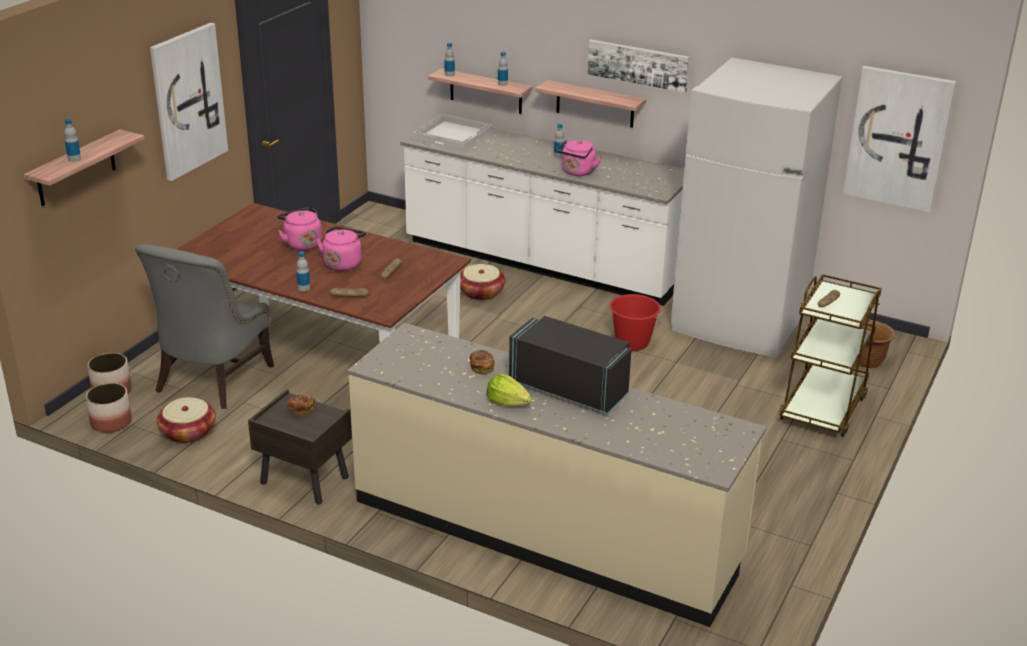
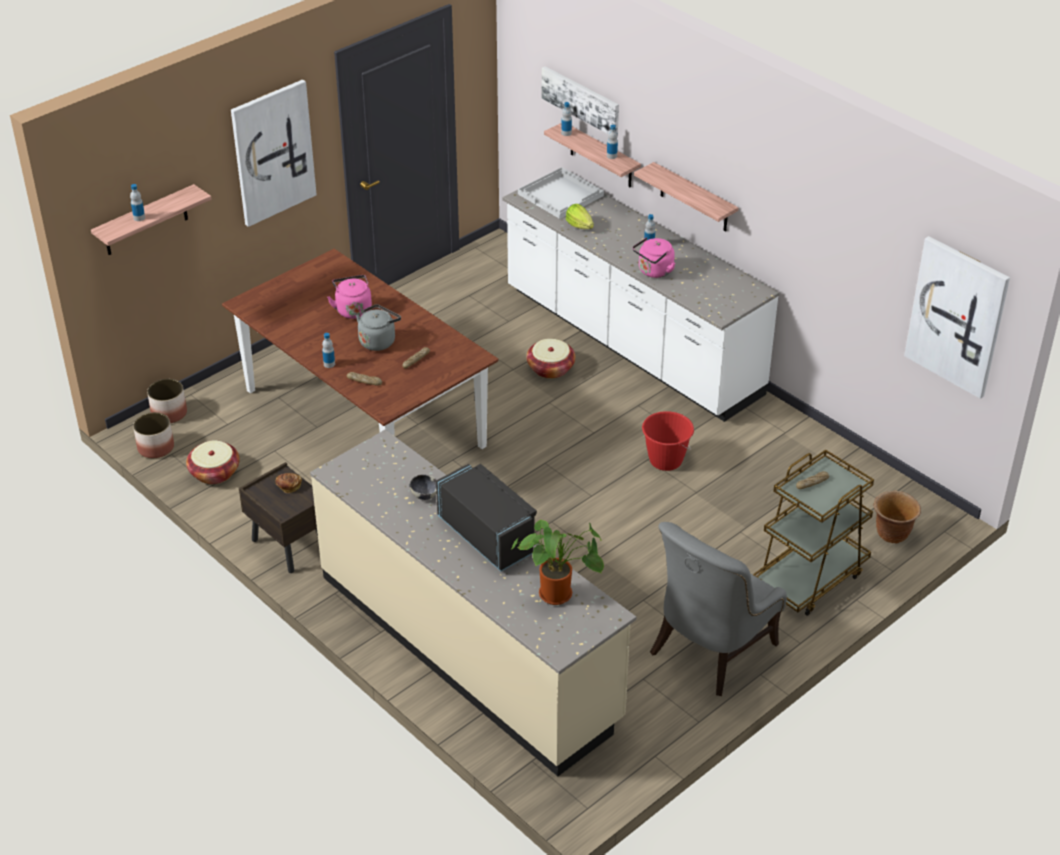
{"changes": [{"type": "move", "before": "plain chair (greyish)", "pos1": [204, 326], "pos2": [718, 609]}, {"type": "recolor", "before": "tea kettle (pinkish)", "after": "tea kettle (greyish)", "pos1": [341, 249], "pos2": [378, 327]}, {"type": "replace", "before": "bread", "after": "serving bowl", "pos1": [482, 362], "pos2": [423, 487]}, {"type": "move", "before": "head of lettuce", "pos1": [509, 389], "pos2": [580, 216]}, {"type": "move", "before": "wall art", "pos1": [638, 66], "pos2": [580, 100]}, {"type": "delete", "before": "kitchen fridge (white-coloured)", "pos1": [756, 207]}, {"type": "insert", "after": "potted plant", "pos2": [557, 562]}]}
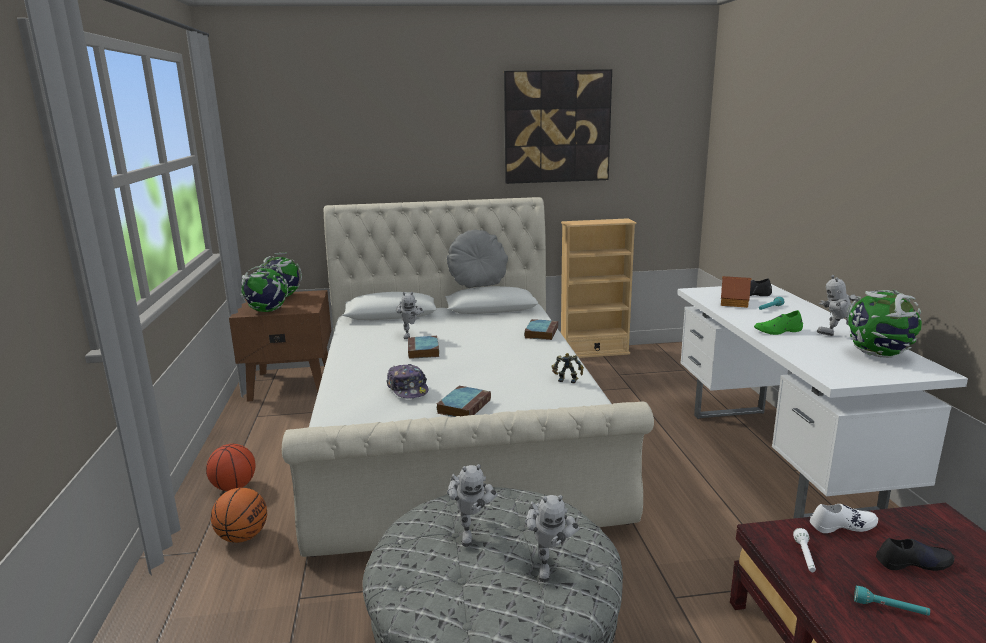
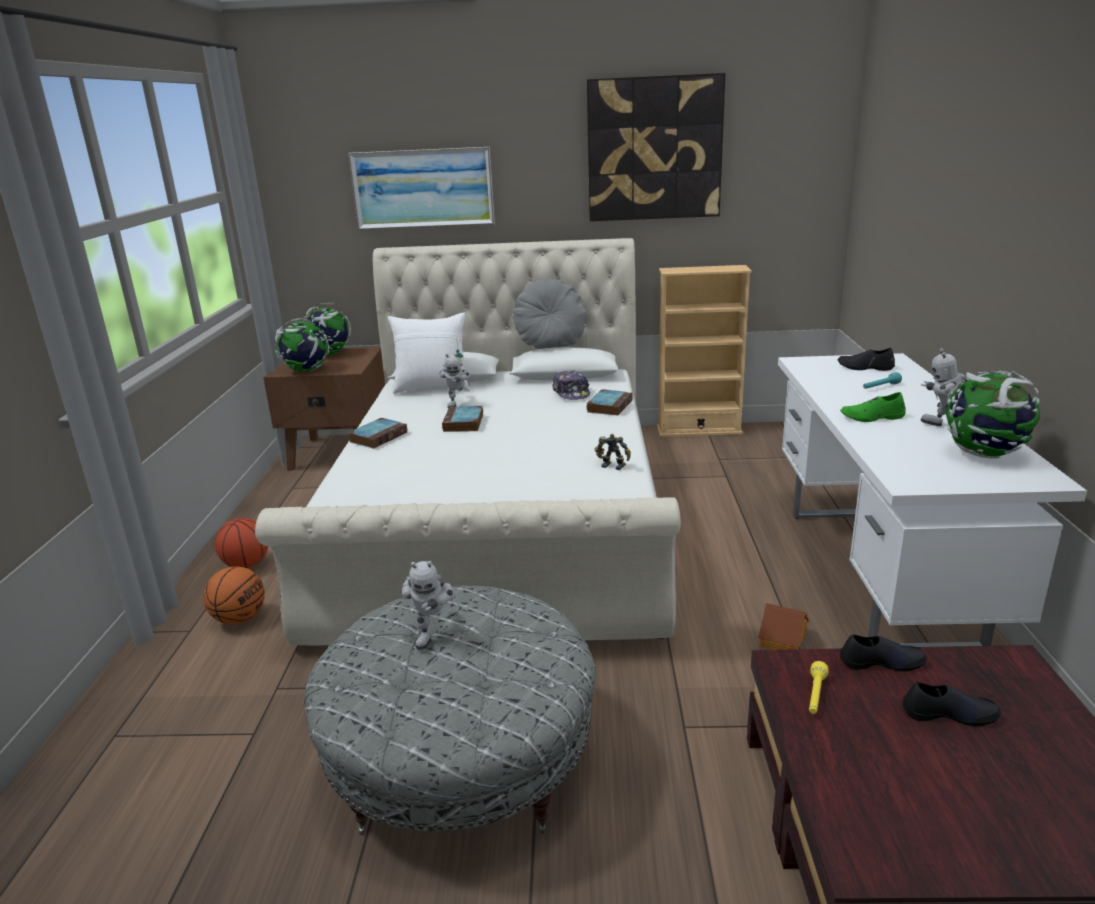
{"changes": [{"type": "move", "before": "peaked cap", "pos1": [407, 381], "pos2": [571, 385]}, {"type": "move", "before": "book", "pos1": [464, 401], "pos2": [377, 433]}, {"type": "delete", "before": "toy robot", "pos1": [552, 538]}, {"type": "move", "before": "miniature house", "pos1": [736, 292], "pos2": [783, 626]}, {"type": "recolor", "before": "torch (white-coloured)", "after": "torch (yellow)", "pos1": [804, 550], "pos2": [819, 687]}, {"type": "recolor", "before": "low shoe (white-coloured)", "after": "low shoe (black)", "pos1": [844, 518], "pos2": [883, 653]}, {"type": "delete", "before": "torch (turquoise-coloured)", "pos1": [892, 600]}, {"type": "insert", "after": "wall art", "pos2": [421, 188]}, {"type": "insert", "after": "throw pillow (white-coloured)", "pos2": [429, 353]}]}
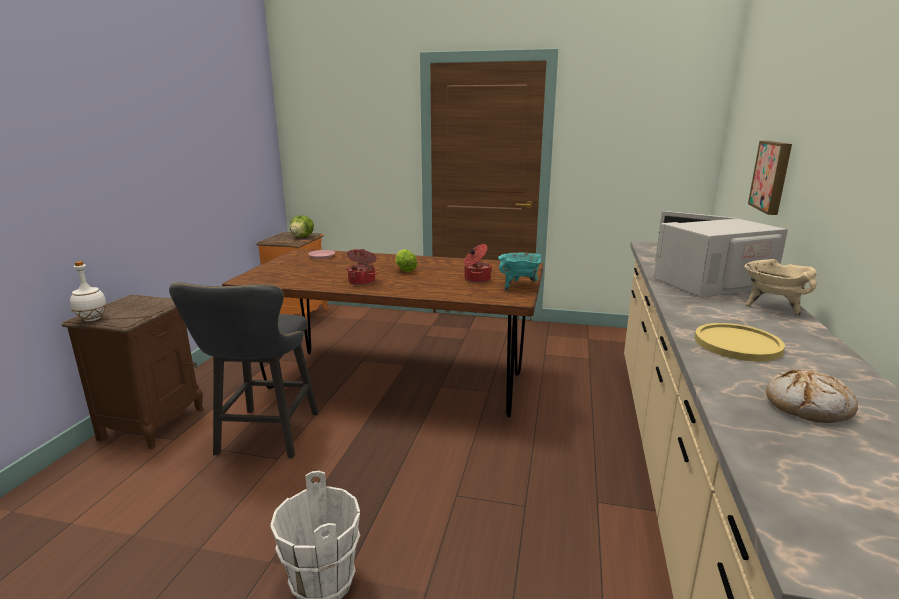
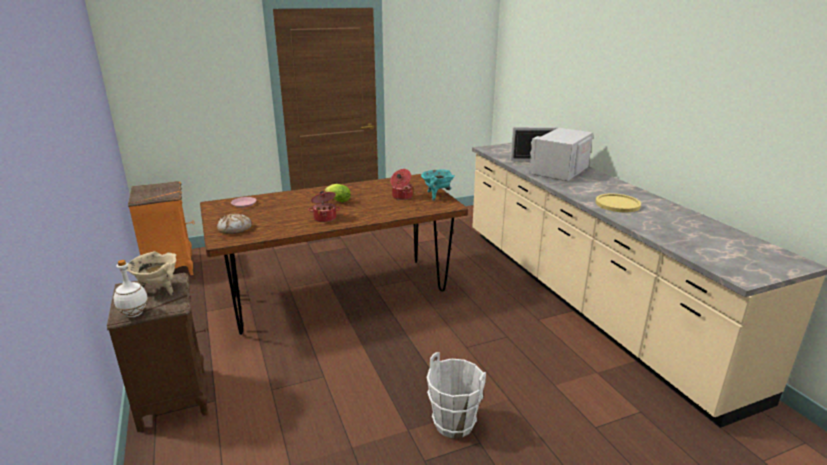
{"changes": [{"type": "delete", "before": "stool seat (greyish)", "pos1": [244, 370]}, {"type": "delete", "before": "head of lettuce", "pos1": [302, 226]}, {"type": "move", "before": "saucepot (beige-coloured)", "pos1": [780, 287], "pos2": [151, 273]}, {"type": "delete", "before": "wall art", "pos1": [770, 178]}, {"type": "move", "before": "bread", "pos1": [812, 396], "pos2": [234, 223]}]}
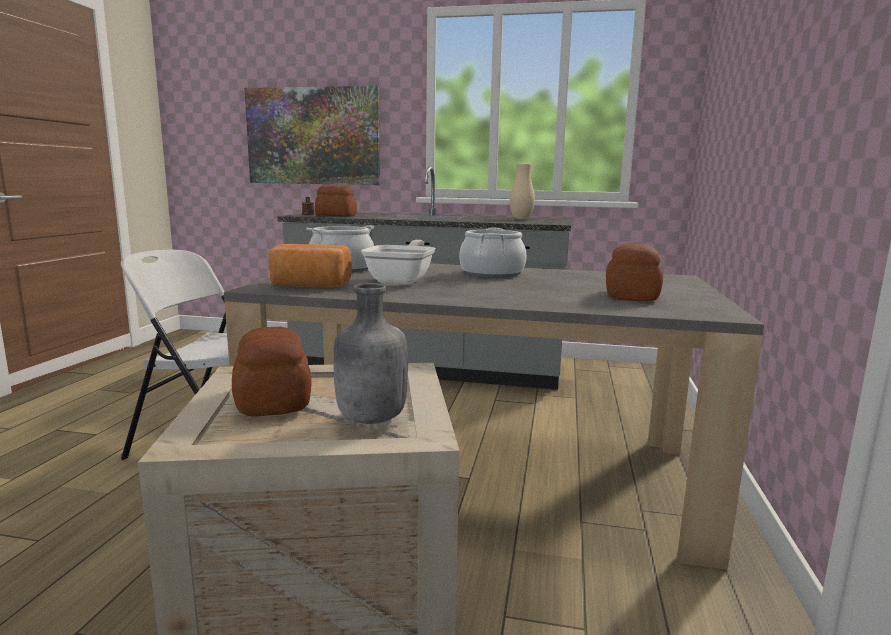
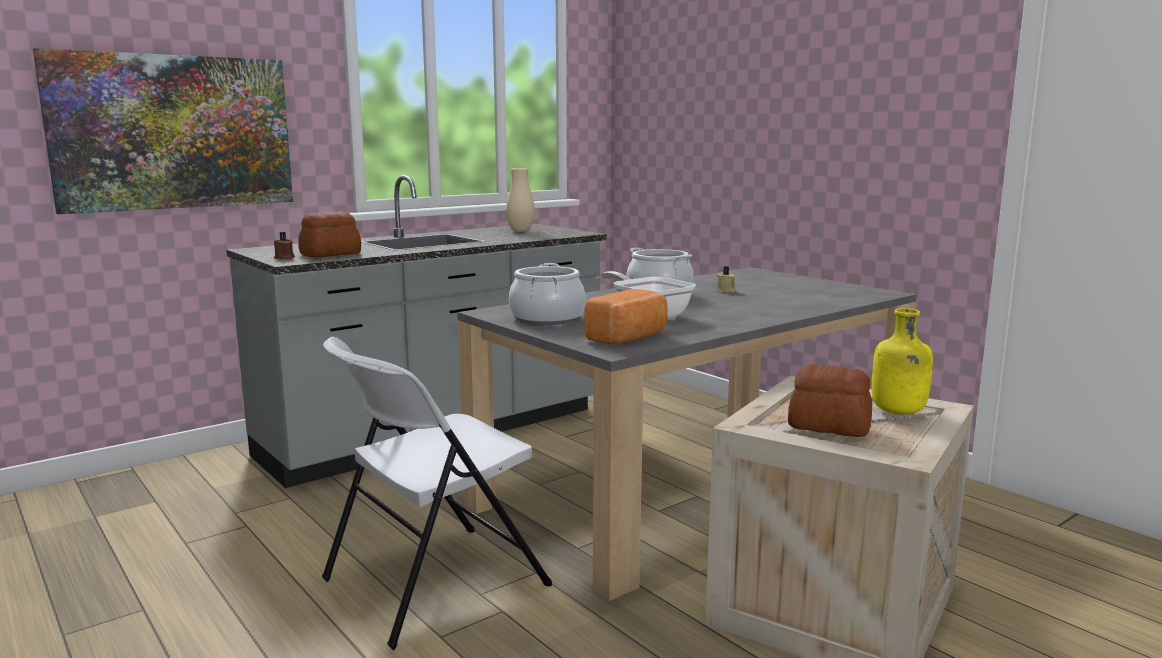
{"changes": [{"type": "recolor", "before": "beverage bottle (greyish)", "after": "beverage bottle (yellow)", "pos1": [370, 353], "pos2": [902, 361]}, {"type": "delete", "before": "bread", "pos1": [634, 272]}, {"type": "insert", "after": "wax candle (beige-coloured)", "pos2": [726, 279]}]}
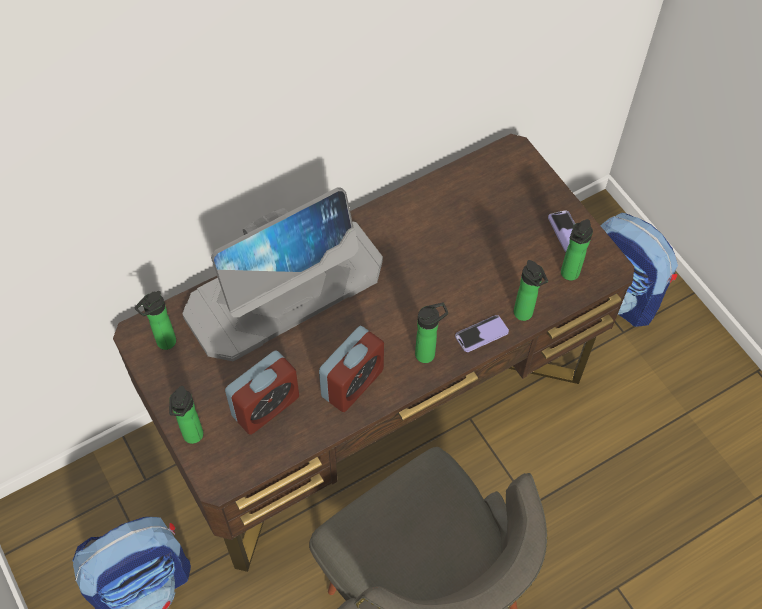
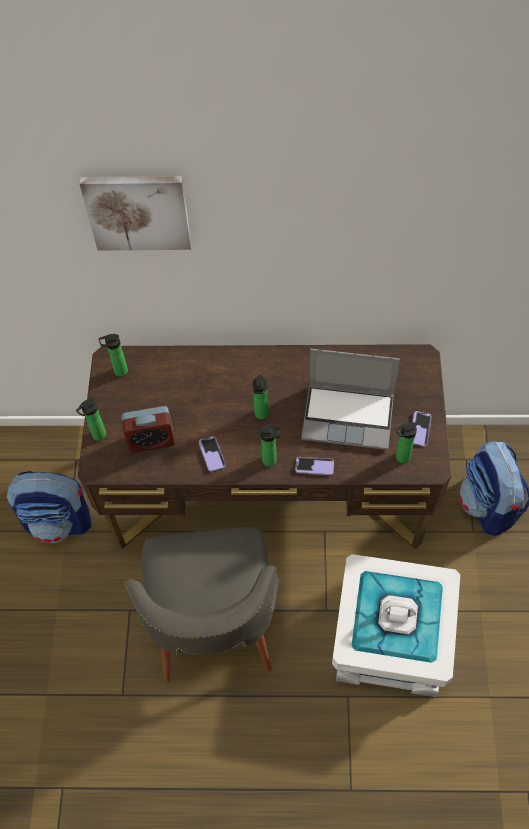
{"changes": [{"type": "delete", "before": "computer screen", "pos1": [282, 274]}, {"type": "replace", "before": "table clock", "after": "phone", "pos1": [351, 369], "pos2": [212, 454]}, {"type": "move", "before": "beverage bottle", "pos1": [531, 290], "pos2": [260, 396]}, {"type": "insert", "after": "wall art", "pos2": [135, 213]}, {"type": "insert", "after": "portable computer", "pos2": [350, 399]}, {"type": "insert", "after": "storage container (white-coloured)", "pos2": [396, 625]}]}
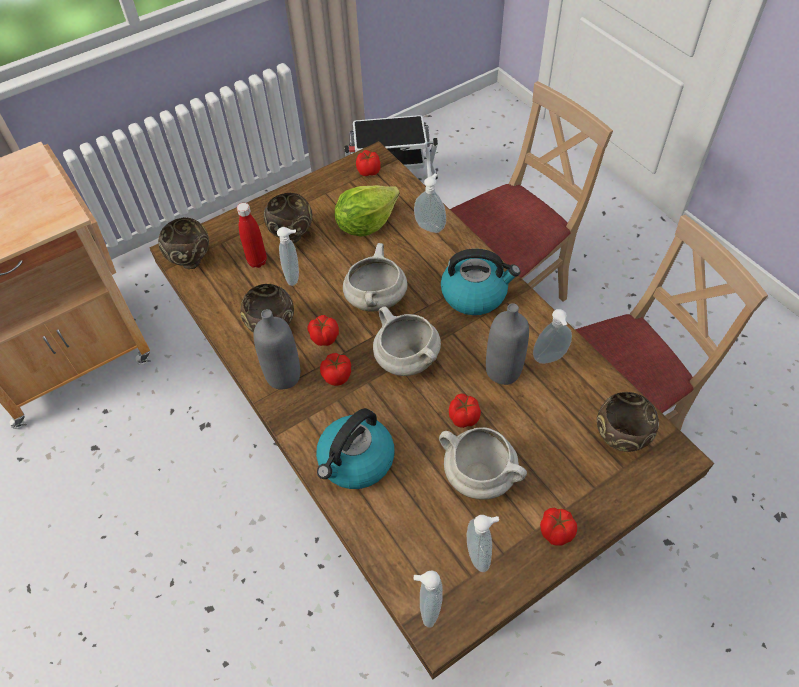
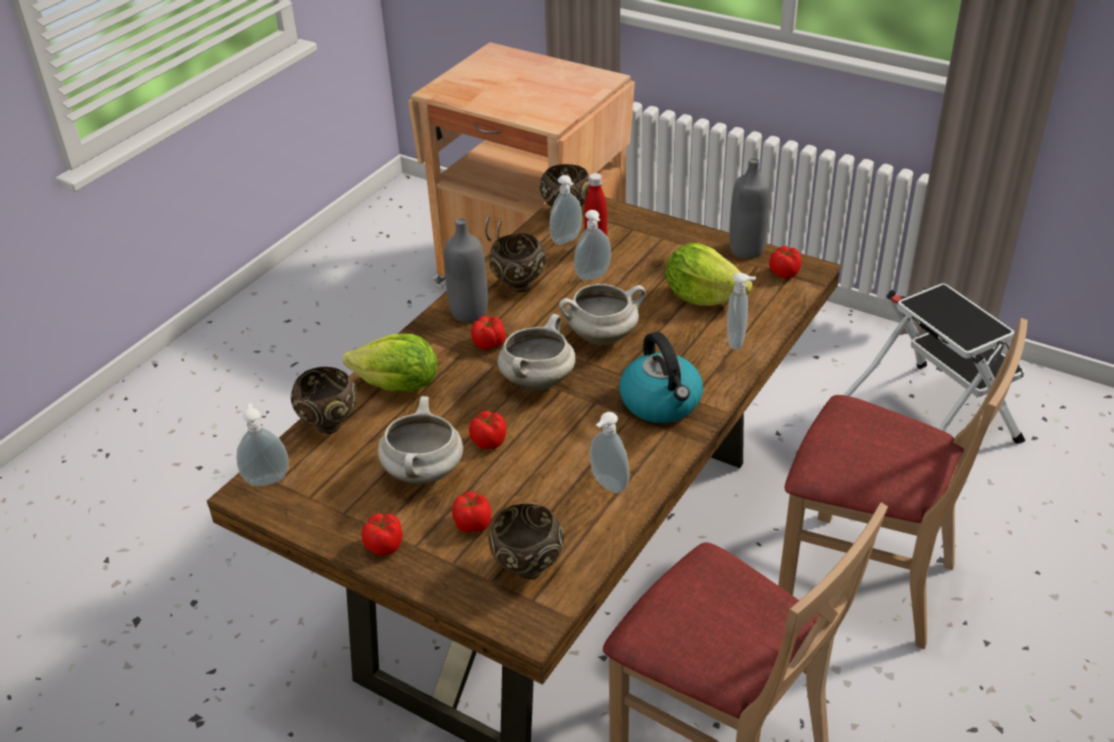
{"changes": [{"type": "move", "before": "serving bowl (brown-coloured)", "pos1": [288, 218], "pos2": [324, 400]}, {"type": "move", "before": "fresh tomato", "pos1": [323, 330], "pos2": [471, 512]}, {"type": "replace", "before": "tea kettle", "after": "head of lettuce", "pos1": [355, 448], "pos2": [390, 363]}, {"type": "move", "before": "soap dispenser", "pos1": [483, 543], "pos2": [565, 210]}, {"type": "move", "before": "beverage bottle (greyish)", "pos1": [507, 344], "pos2": [749, 208]}]}
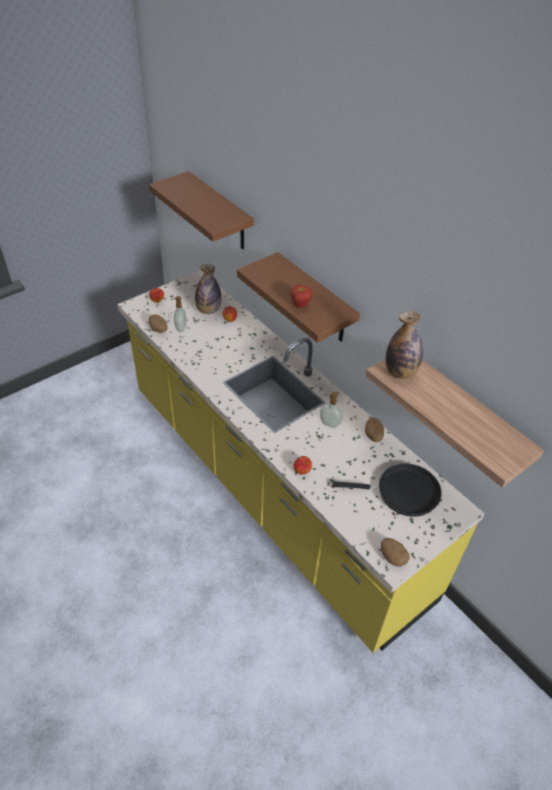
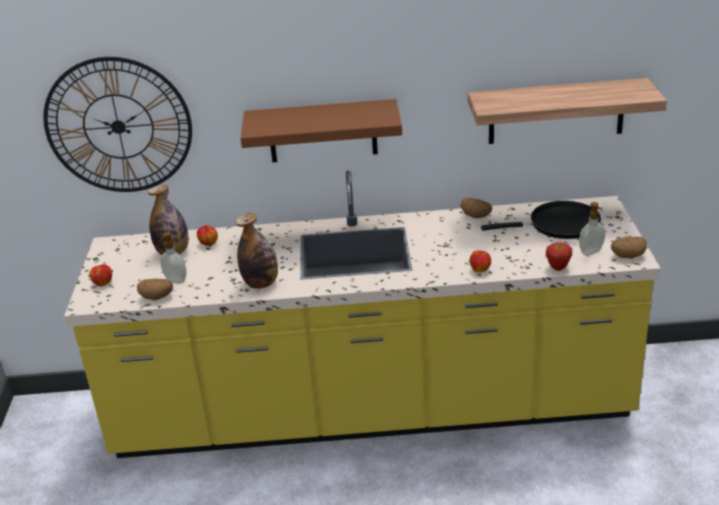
{"changes": [{"type": "replace", "before": "wall shelf (brown-coloured)", "after": "wall clock", "pos1": [201, 210], "pos2": [117, 124]}, {"type": "move", "before": "whole apple", "pos1": [301, 296], "pos2": [559, 257]}, {"type": "move", "before": "soap dispenser", "pos1": [331, 410], "pos2": [592, 229]}, {"type": "rotate", "before": "pan (black)", "pos1": [387, 490], "pos2": [541, 220], "turn": 45}, {"type": "move", "before": "beverage bottle", "pos1": [404, 345], "pos2": [257, 251]}]}
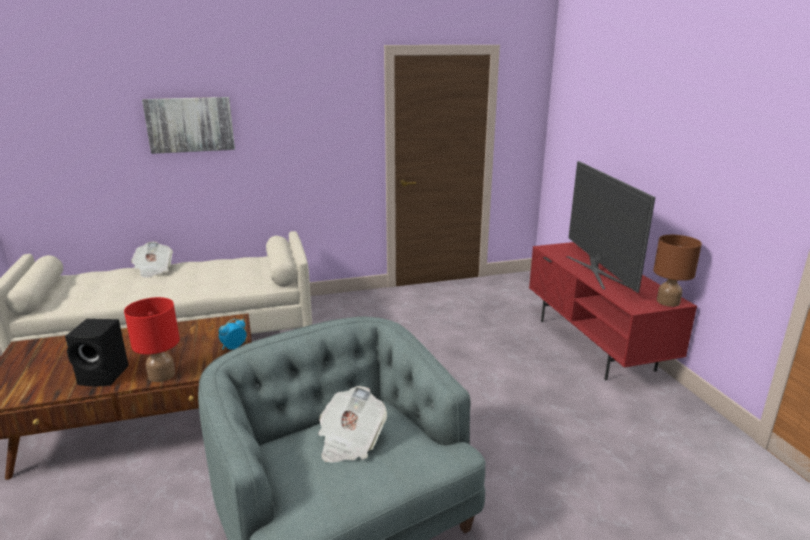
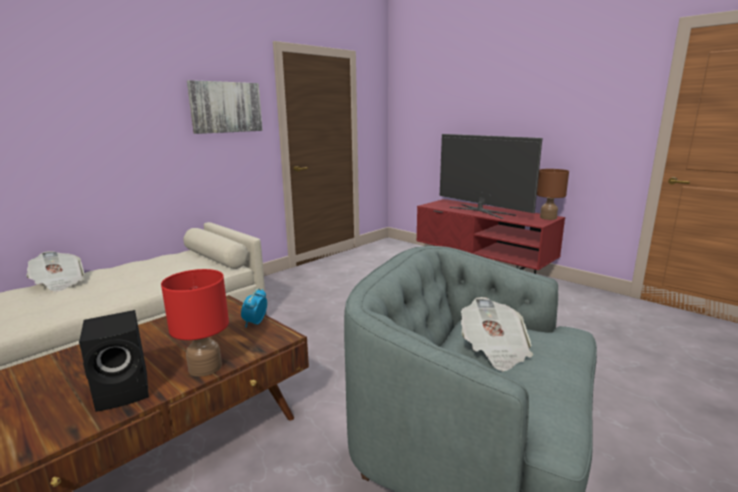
{"changes": [{"type": "move", "before": "wall art", "pos1": [188, 125], "pos2": [225, 107]}]}
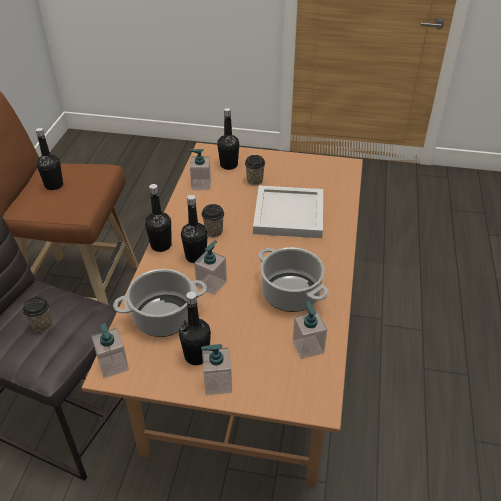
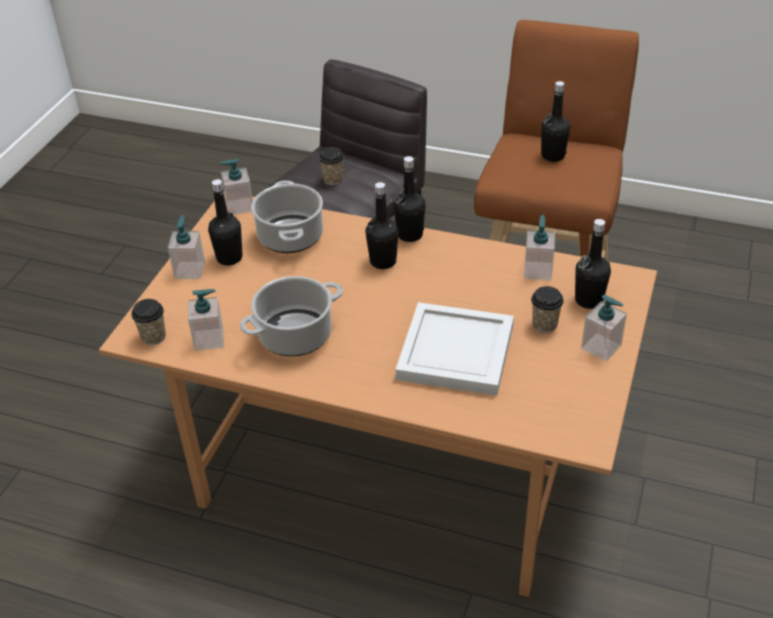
{"changes": [{"type": "move", "before": "soap dispenser", "pos1": [210, 267], "pos2": [604, 328]}, {"type": "move", "before": "drinking cup", "pos1": [213, 220], "pos2": [148, 322]}]}
